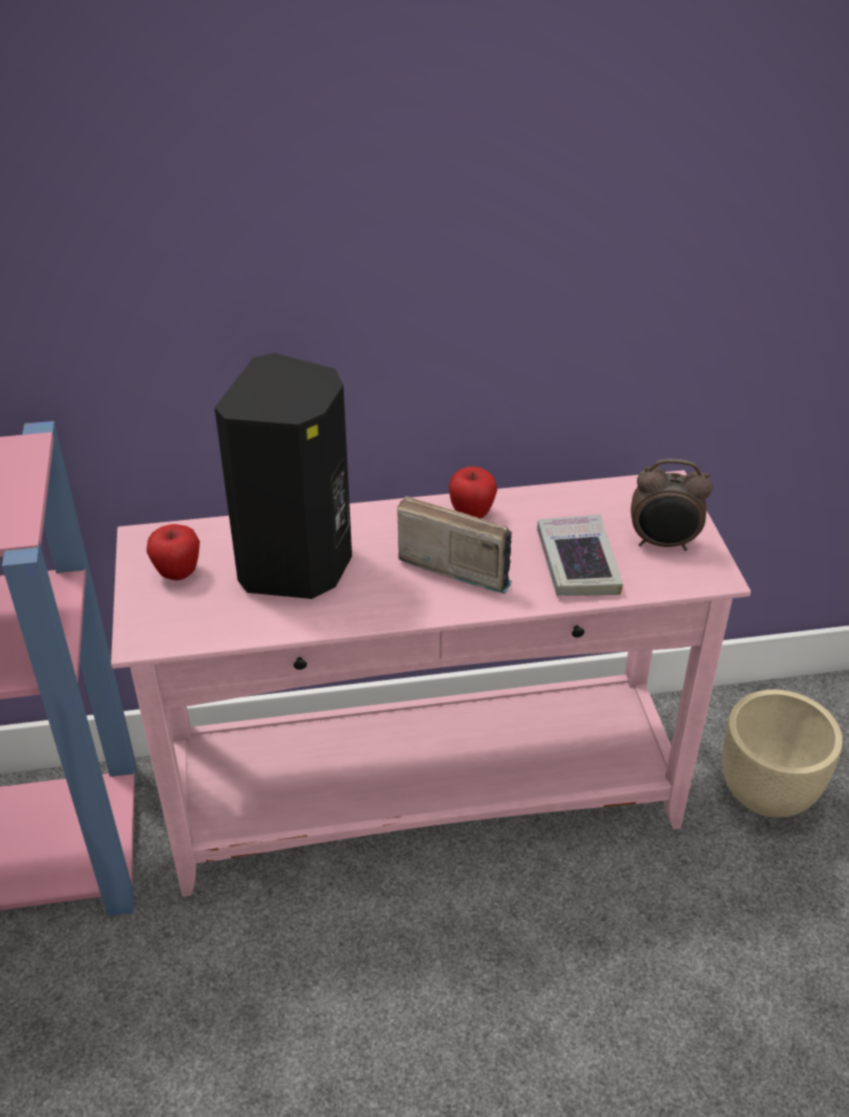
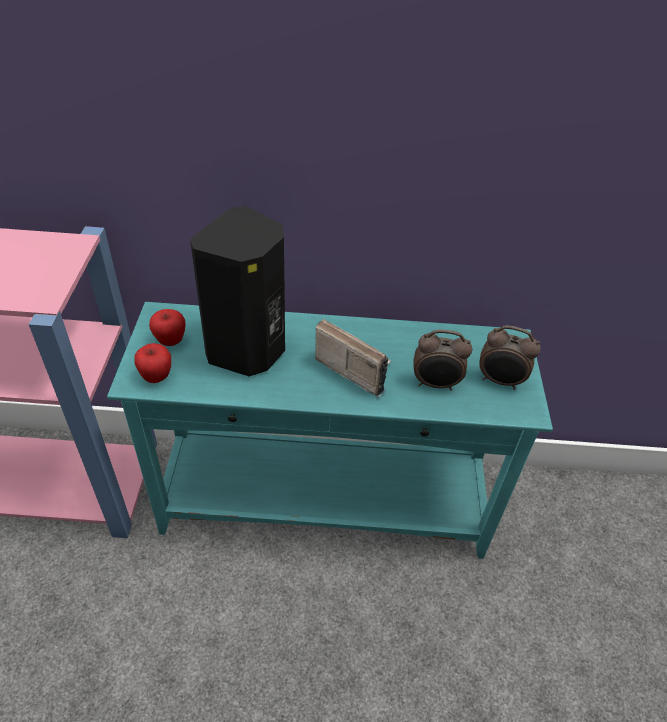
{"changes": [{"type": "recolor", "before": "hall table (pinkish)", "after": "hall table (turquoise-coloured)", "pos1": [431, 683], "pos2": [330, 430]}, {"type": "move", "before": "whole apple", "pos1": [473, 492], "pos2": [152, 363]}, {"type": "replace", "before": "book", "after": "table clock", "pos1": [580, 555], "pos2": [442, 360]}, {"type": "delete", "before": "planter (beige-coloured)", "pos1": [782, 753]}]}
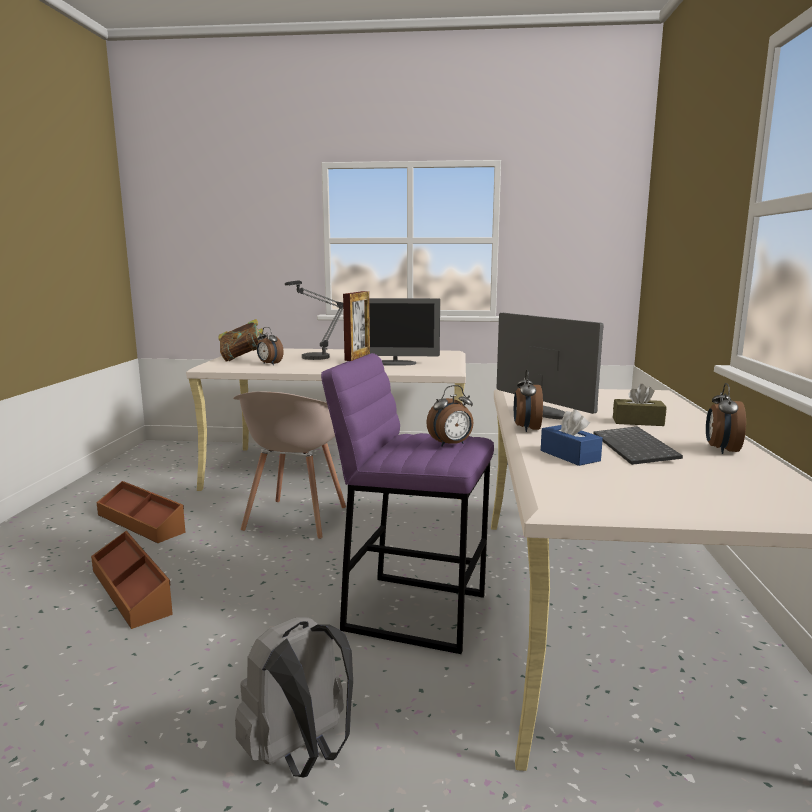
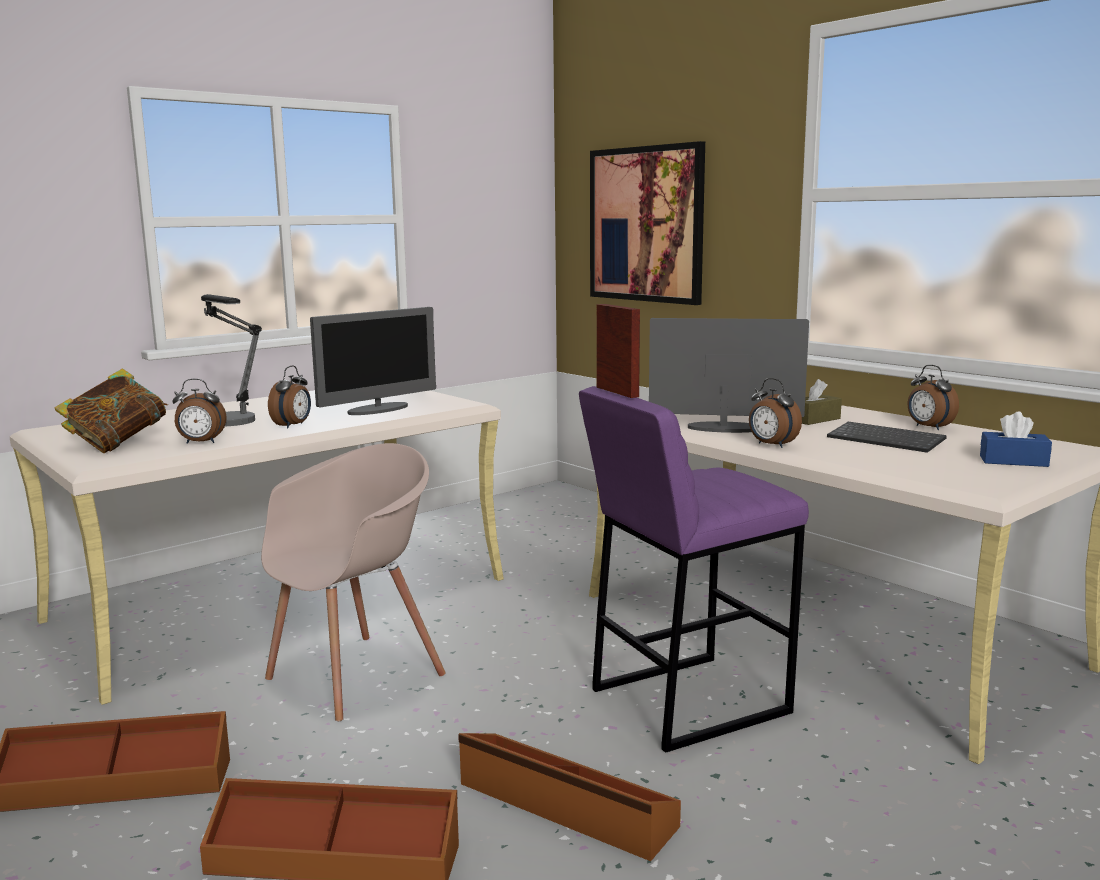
{"changes": [{"type": "rotate", "before": "plain chair (beige-coloured)", "pos1": [289, 465], "pos2": [353, 582], "turn": -105}, {"type": "delete", "before": "knapsack (greyish)", "pos1": [294, 697]}, {"type": "move", "before": "table clock", "pos1": [449, 416], "pos2": [289, 397]}, {"type": "move", "before": "tissue box (blue)", "pos1": [572, 437], "pos2": [1016, 439]}, {"type": "insert", "after": "storage container (brown-coloured)", "pos2": [569, 797]}, {"type": "insert", "after": "wall art", "pos2": [647, 223]}]}
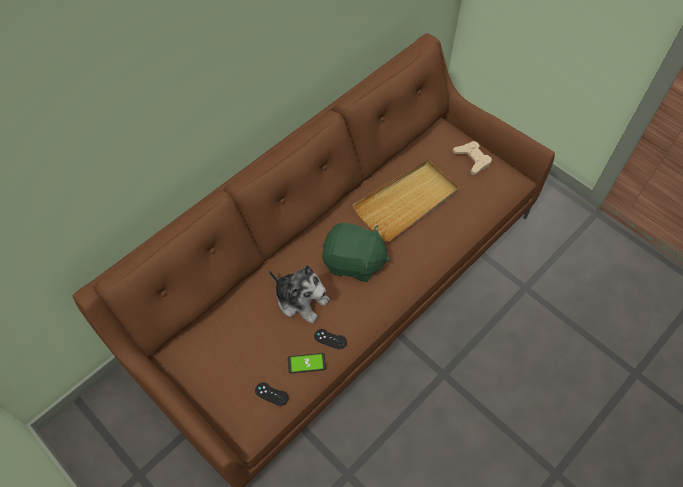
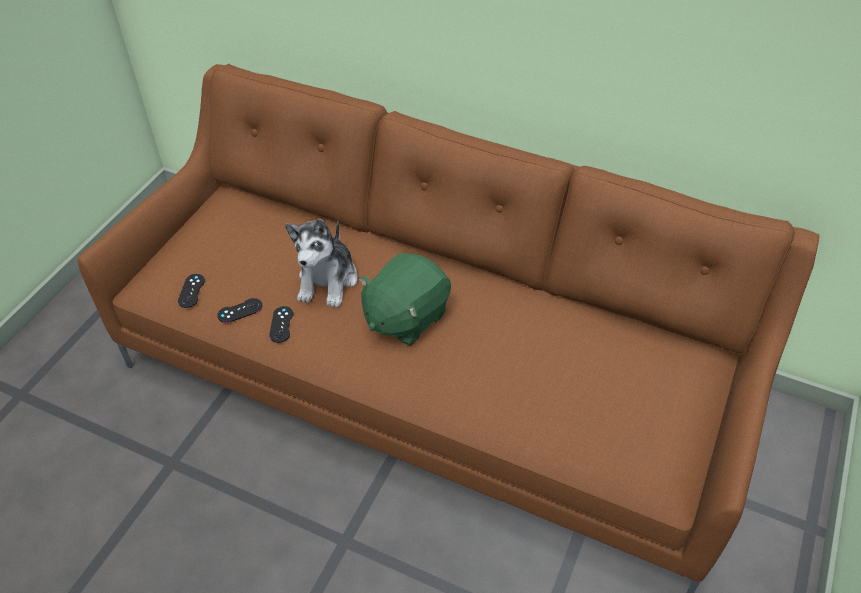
{"changes": [{"type": "replace", "before": "phone", "after": "game controller (black)", "pos1": [307, 363], "pos2": [239, 310]}, {"type": "rotate", "before": "soft toy (green-coloured)", "pos1": [356, 252], "pos2": [405, 299], "turn": 45}, {"type": "delete", "before": "tray (beige-coloured)", "pos1": [406, 200]}, {"type": "delete", "before": "game controller (beige-coloured)", "pos1": [472, 158]}]}
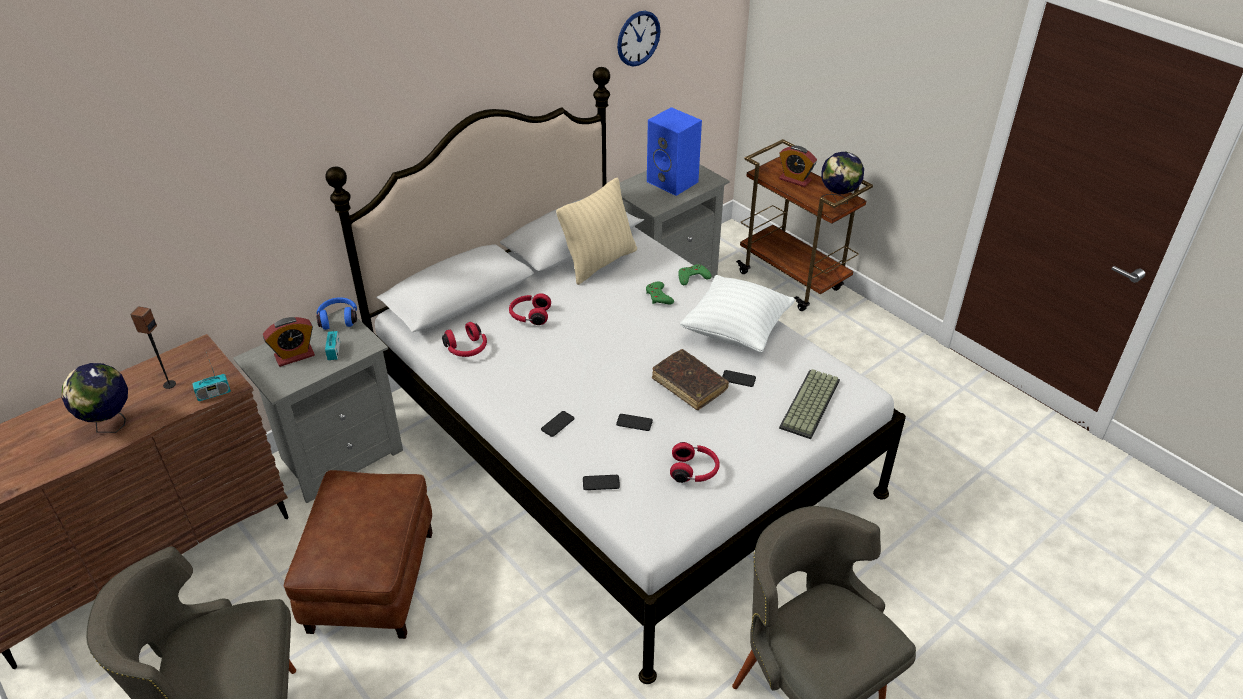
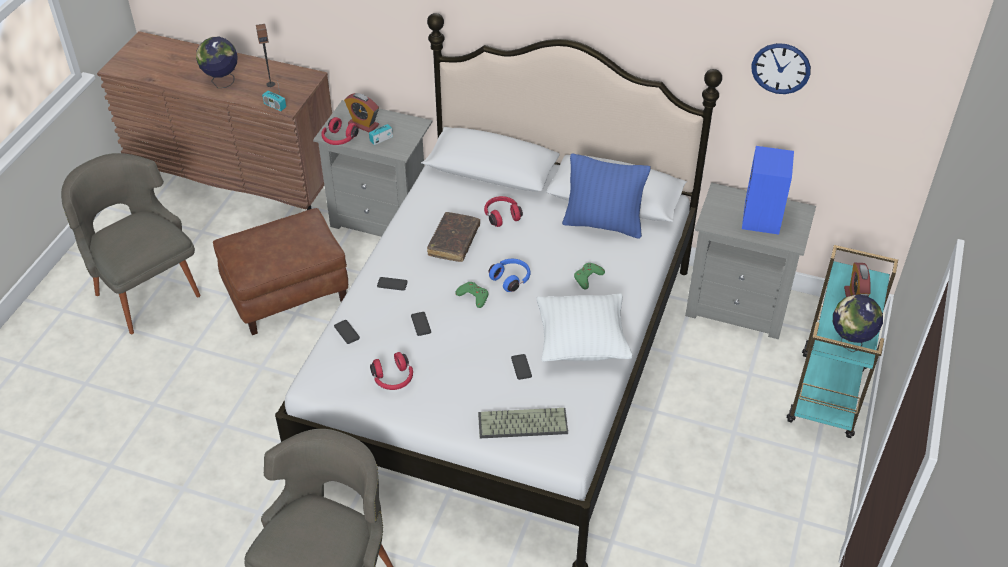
{"changes": [{"type": "move", "before": "pair of headphones (blue)", "pos1": [336, 313], "pos2": [509, 275]}, {"type": "move", "before": "pair of headphones (red)", "pos1": [464, 339], "pos2": [340, 131]}, {"type": "recolor", "before": "throw pillow (beige-coloured)", "after": "throw pillow (blue)", "pos1": [596, 231], "pos2": [606, 196]}, {"type": "move", "before": "book (brown-coloured)", "pos1": [690, 379], "pos2": [453, 237]}, {"type": "move", "before": "game controller (green-coloured)", "pos1": [695, 274], "pos2": [471, 295]}, {"type": "recolor", "before": "trolley (brown-coloured)", "after": "trolley (turquoise-coloured)", "pos1": [804, 225], "pos2": [842, 341]}]}
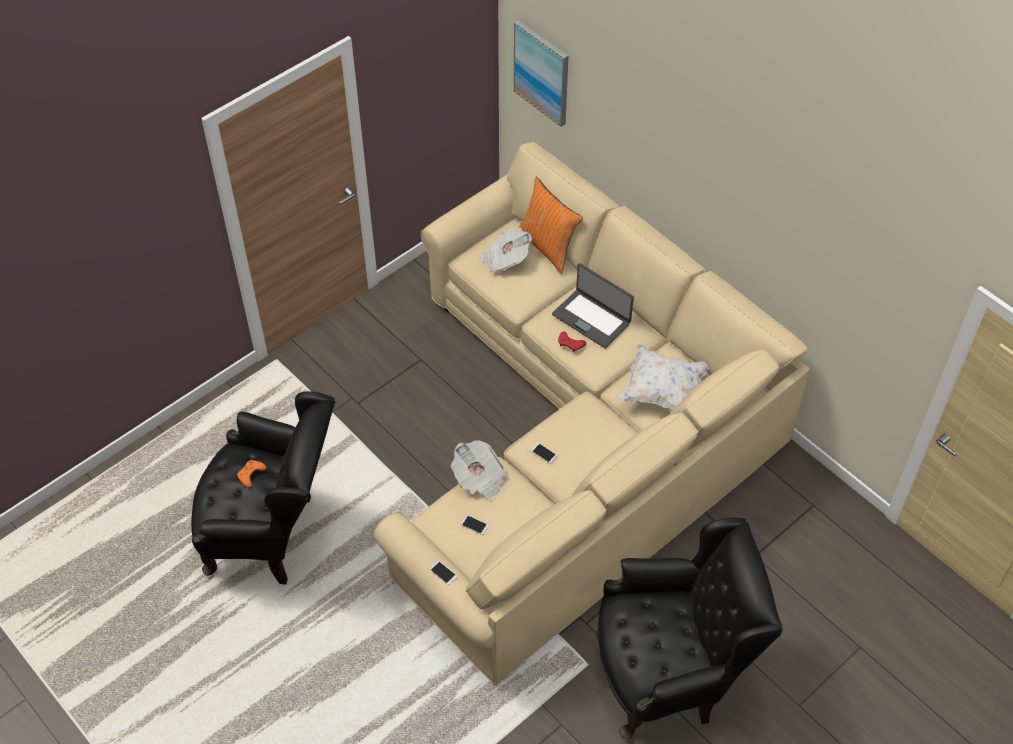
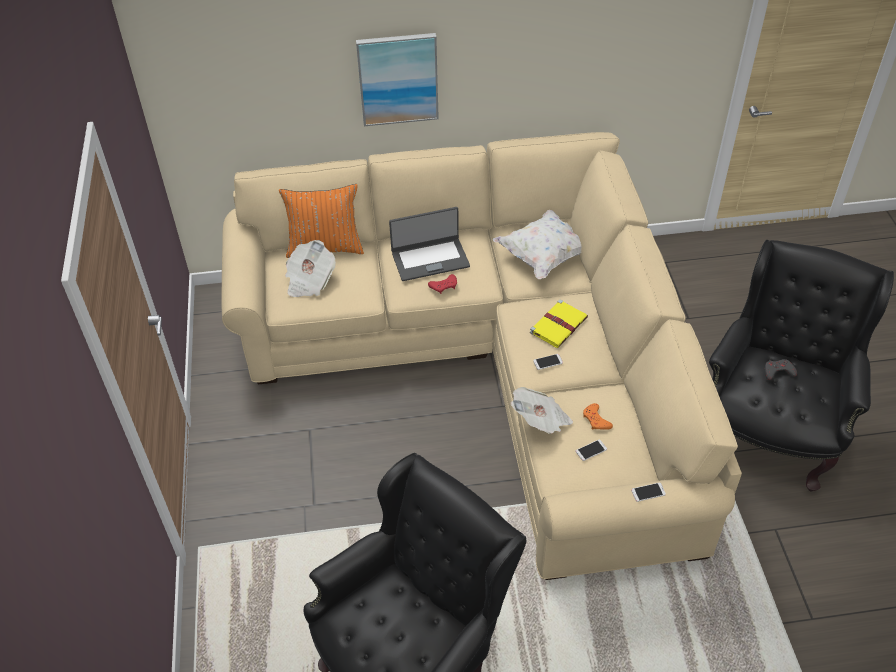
{"changes": [{"type": "move", "before": "game controller (orangey)", "pos1": [251, 474], "pos2": [598, 416]}, {"type": "move", "before": "wall art", "pos1": [541, 73], "pos2": [397, 79]}, {"type": "insert", "after": "book (yellow)", "pos2": [559, 324]}, {"type": "insert", "after": "game controller (greyish)", "pos2": [781, 369]}]}
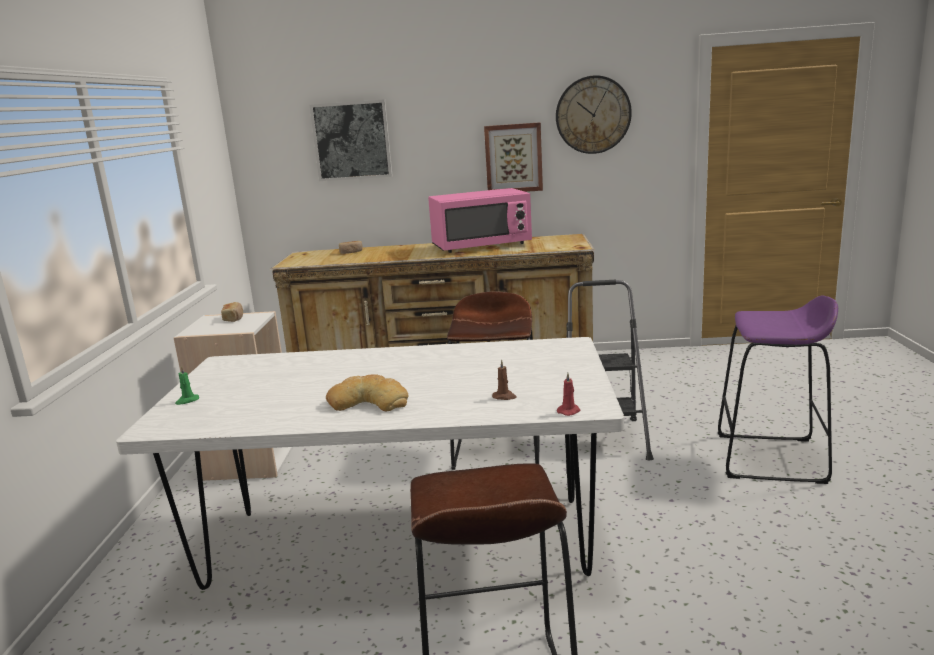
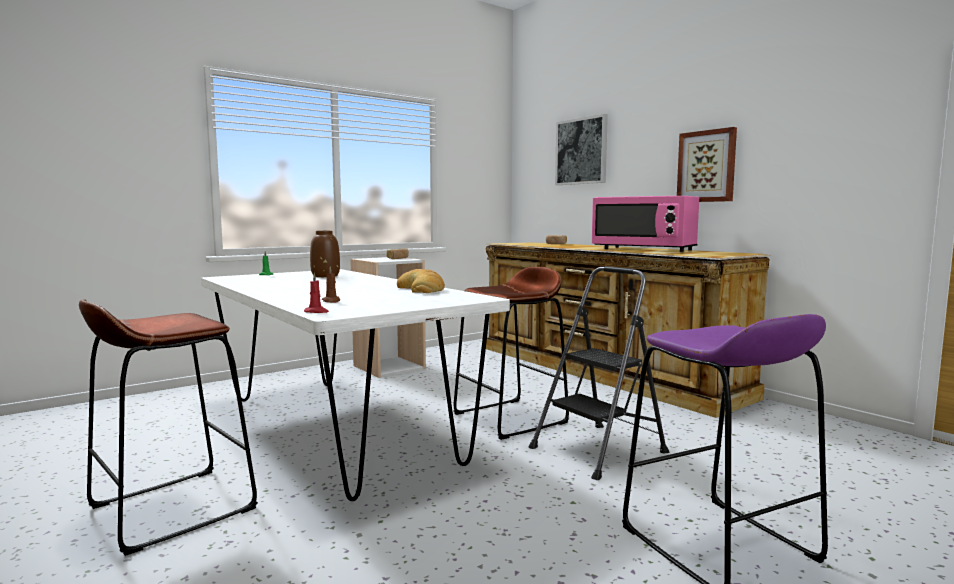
{"changes": [{"type": "move", "before": "bread", "pos1": [367, 393], "pos2": [421, 281]}, {"type": "delete", "before": "wall clock", "pos1": [594, 114]}, {"type": "insert", "after": "flower vase (brown-coloured)", "pos2": [325, 254]}]}
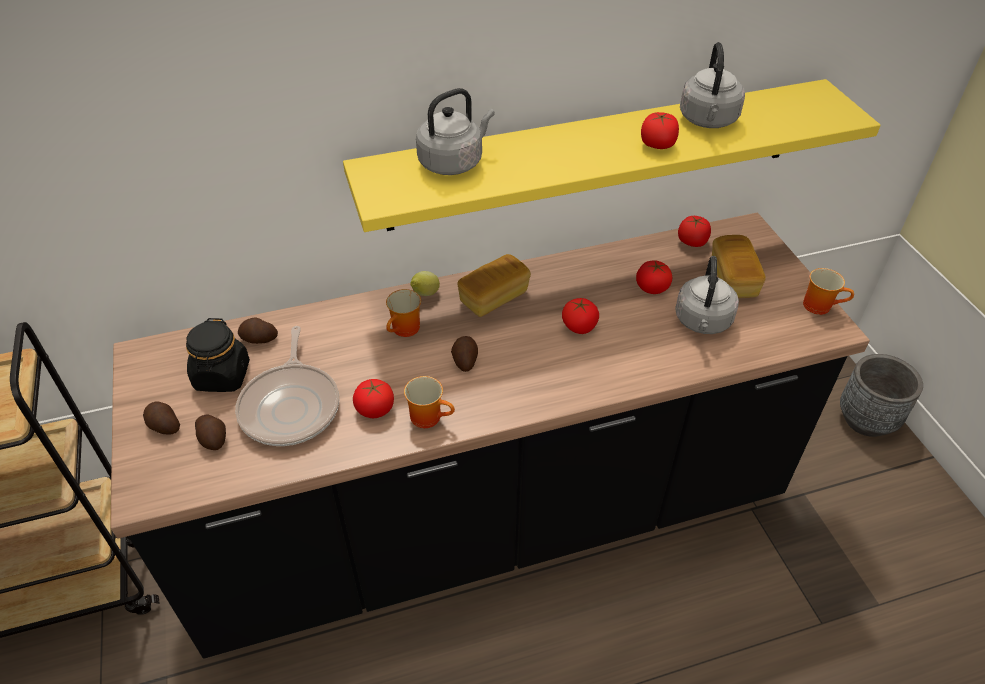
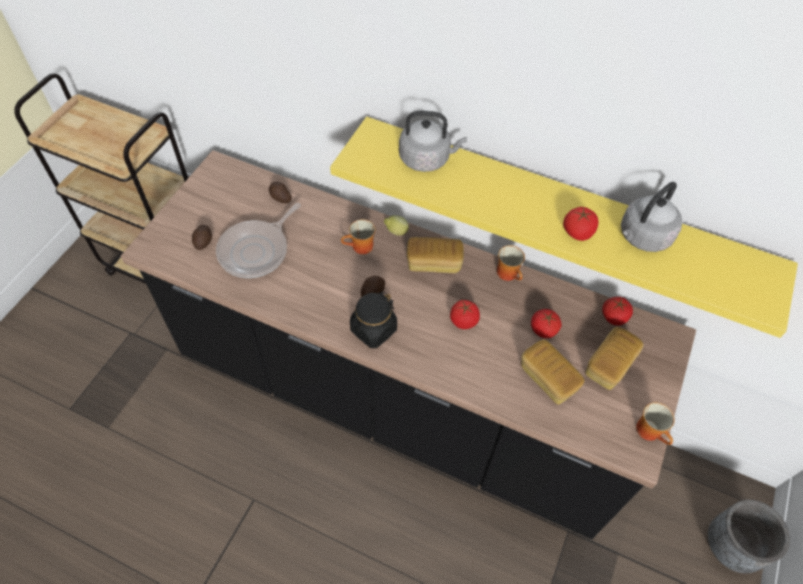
{"changes": [{"type": "delete", "before": "whole potato", "pos1": [161, 418]}, {"type": "move", "before": "storage jar (black)", "pos1": [218, 355], "pos2": [373, 320]}, {"type": "delete", "before": "fresh tomato", "pos1": [373, 398]}, {"type": "move", "before": "mug", "pos1": [429, 402], "pos2": [511, 263]}, {"type": "replace", "before": "tea kettle (greyish)", "after": "bread", "pos1": [707, 295], "pos2": [552, 372]}]}
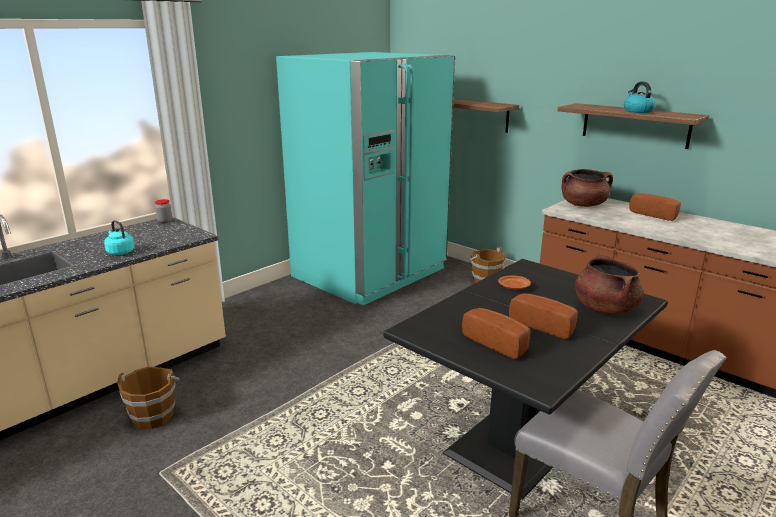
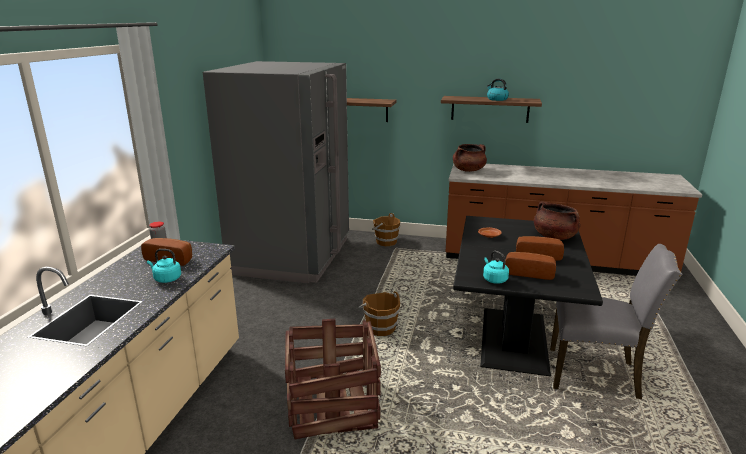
{"changes": [{"type": "move", "before": "water bucket (brown-coloured)", "pos1": [148, 397], "pos2": [379, 313]}, {"type": "recolor", "before": "kitchen fridge (turquoise-coloured)", "after": "kitchen fridge (greyish)", "pos1": [365, 178], "pos2": [276, 172]}, {"type": "move", "before": "bread", "pos1": [655, 207], "pos2": [166, 252]}, {"type": "insert", "after": "packing crate", "pos2": [333, 379]}, {"type": "insert", "after": "tea kettle (turquoise-coloured)", "pos2": [496, 267]}]}
